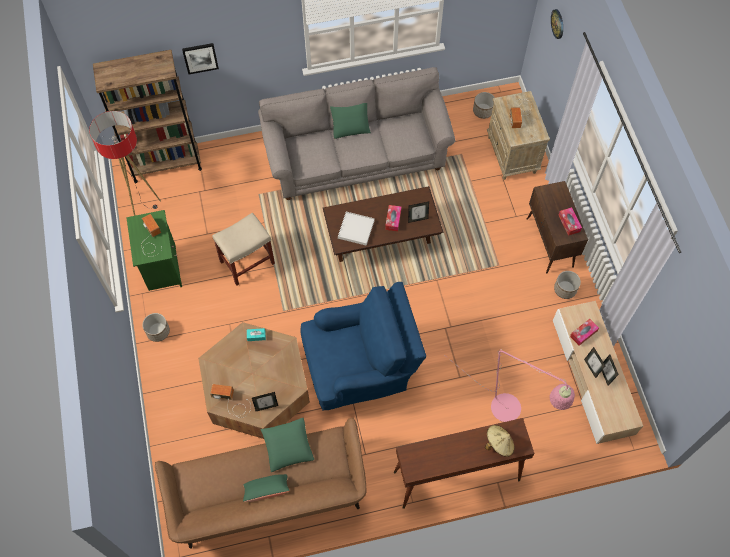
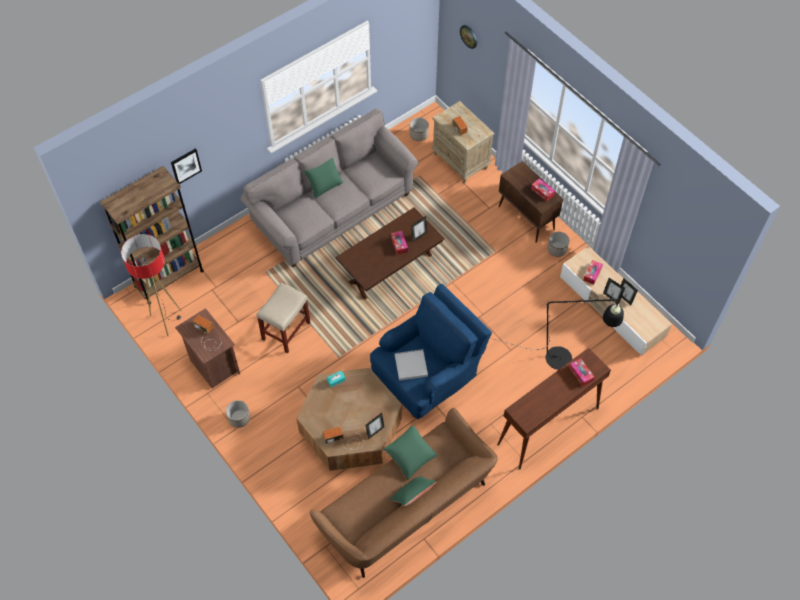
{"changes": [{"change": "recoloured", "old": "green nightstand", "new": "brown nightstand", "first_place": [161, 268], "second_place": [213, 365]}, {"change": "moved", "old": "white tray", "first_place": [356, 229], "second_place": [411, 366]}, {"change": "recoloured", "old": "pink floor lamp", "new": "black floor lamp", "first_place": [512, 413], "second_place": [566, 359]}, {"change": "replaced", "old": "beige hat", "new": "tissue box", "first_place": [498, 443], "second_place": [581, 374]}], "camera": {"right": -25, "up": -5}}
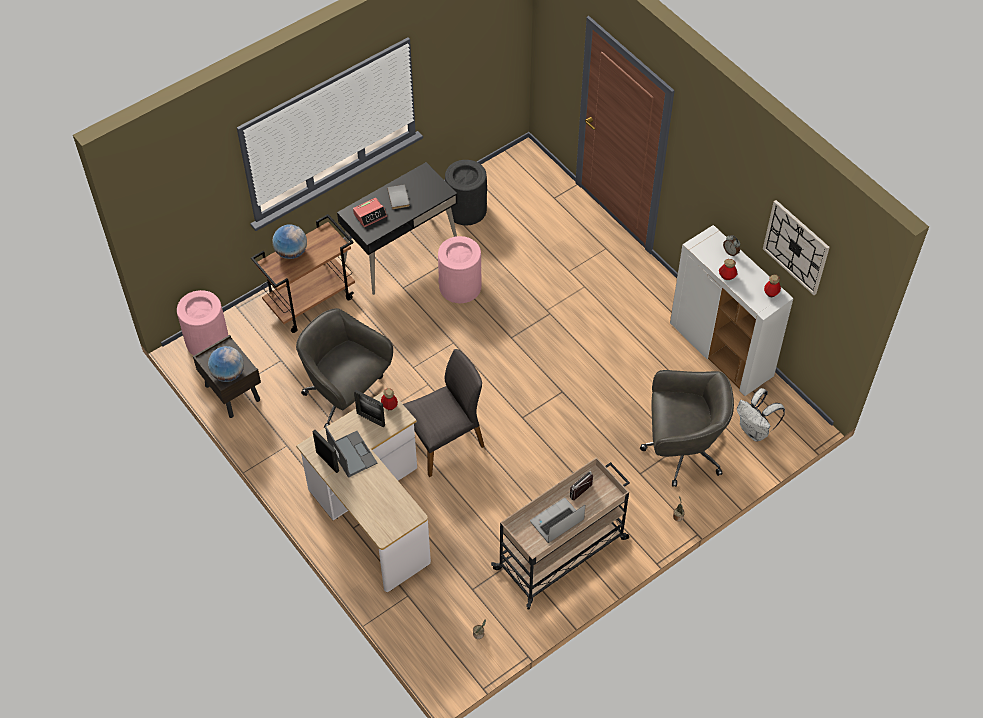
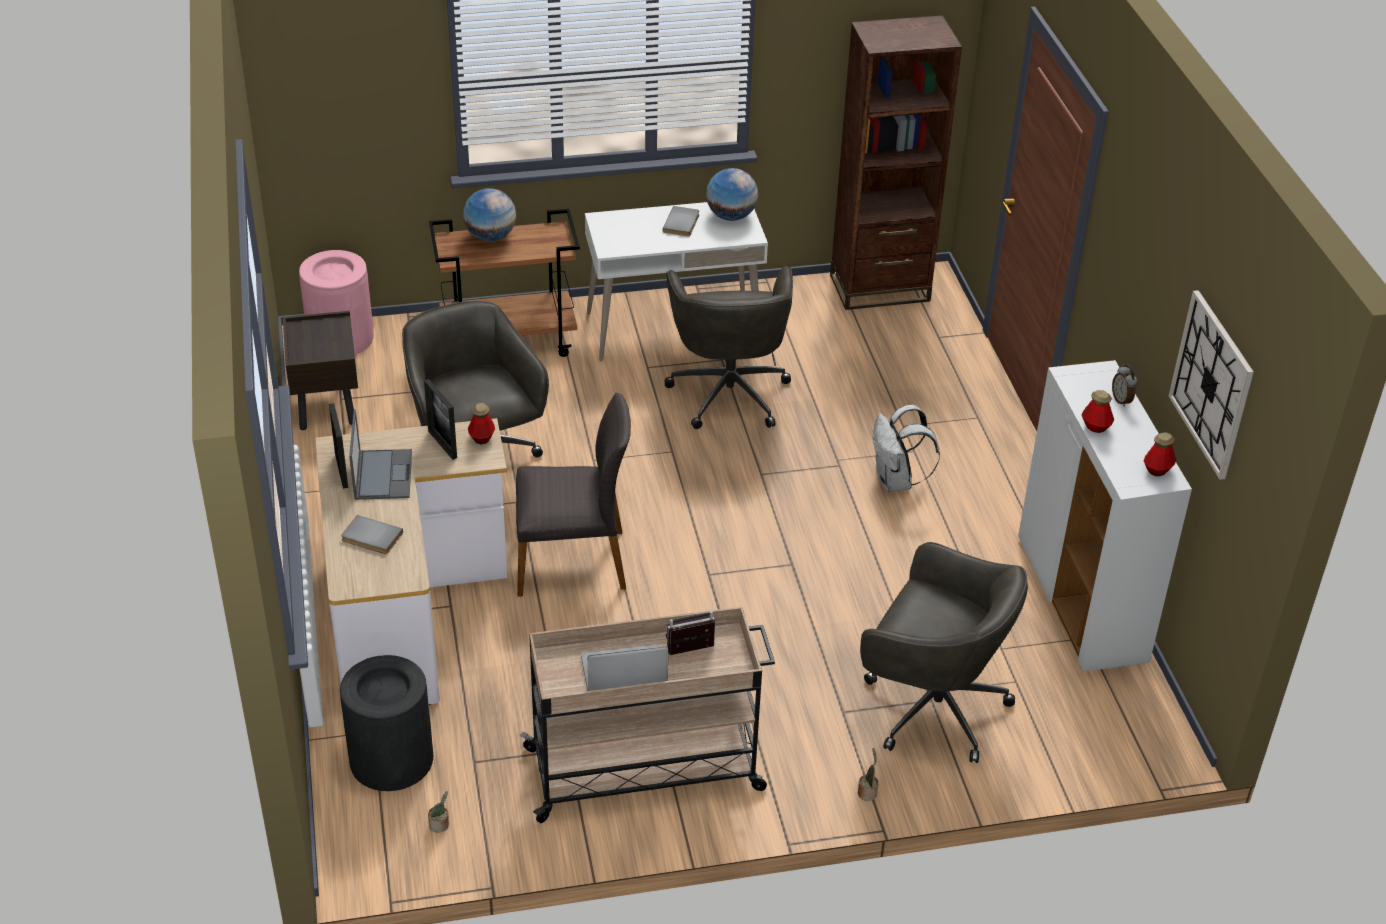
{"changes": [{"change": "moved", "old": "black trash can", "first_place": [466, 209], "second_place": [392, 759]}, {"change": "added", "new": "grey book", "second_place": [371, 538]}, {"change": "recoloured", "old": "black desk", "new": "white desk", "first_place": [401, 253], "second_place": [673, 328]}, {"change": "replaced", "old": "pink trash can", "new": "grey office chair", "first_place": [460, 286], "second_place": [729, 392]}, {"change": "moved", "old": "globe", "first_place": [228, 374], "second_place": [731, 216]}, {"change": "added", "new": "brown bookcase", "second_place": [880, 288]}, {"change": "moved", "old": "white backpack", "first_place": [755, 430], "second_place": [896, 481]}, {"change": "removed", "old": "alarm clock", "first_place": [370, 215]}], "camera": {"right": 25, "up": -15}}
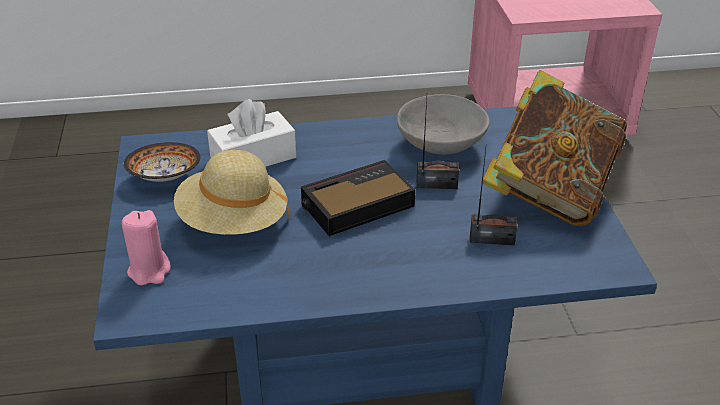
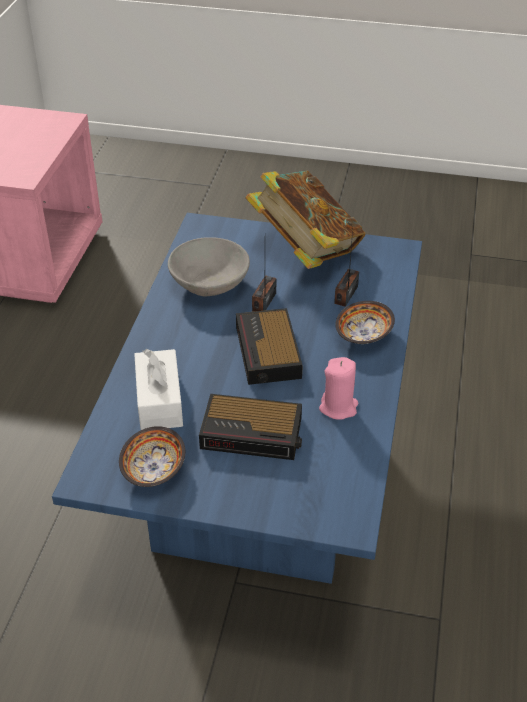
{"changes": [{"change": "replaced", "old": "beige hat", "new": "alarm clock", "first_place": [233, 222], "second_place": [254, 433]}, {"change": "moved", "old": "pink candle", "first_place": [149, 271], "second_place": [338, 407]}, {"change": "added", "new": "bowl", "second_place": [365, 335]}], "camera": {"right": -70, "up": 5}}
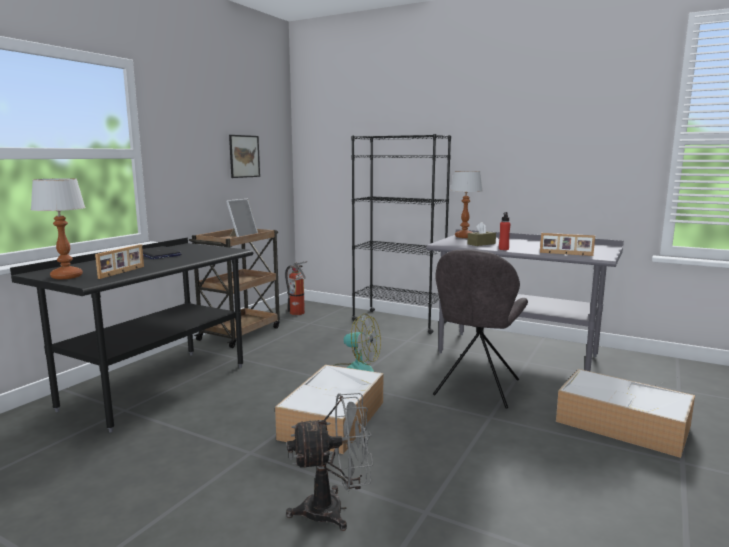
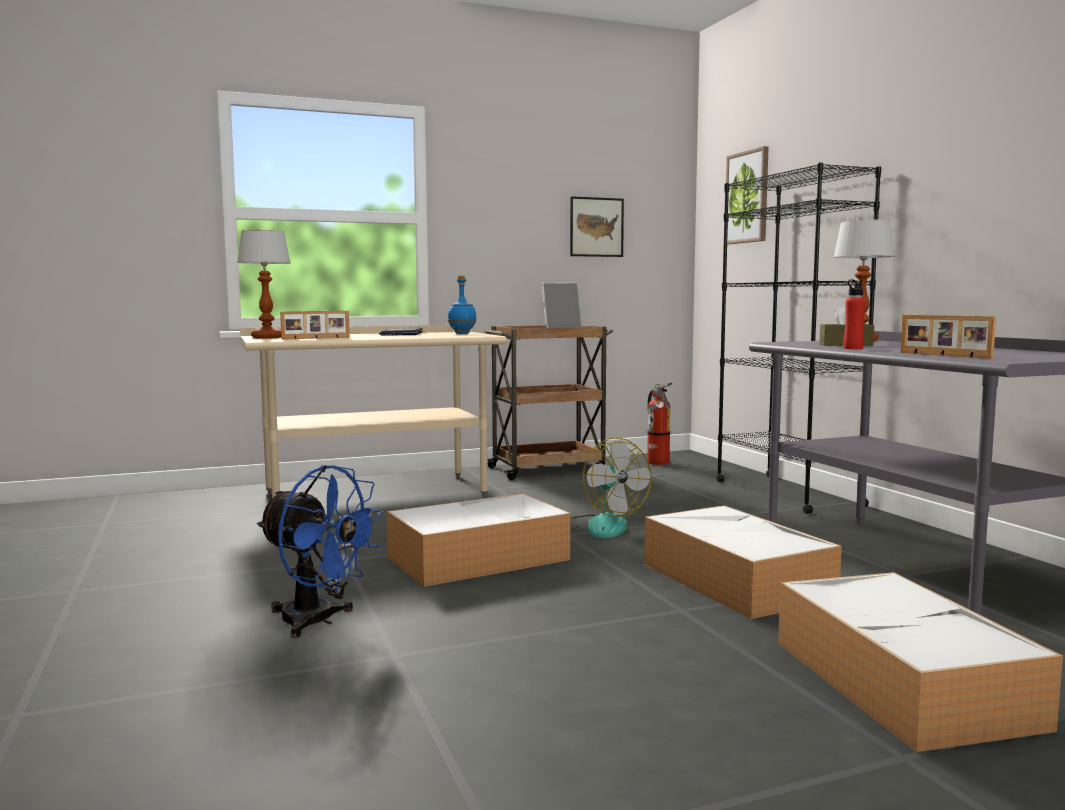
{"changes": [{"change": "recoloured", "old": "black desk", "new": "beige desk", "first_place": [157, 387], "second_place": [375, 494]}, {"change": "recoloured", "old": "grey fan", "new": "blue fan", "first_place": [334, 510], "second_place": [318, 621]}, {"change": "added", "new": "blue bottle", "second_place": [462, 333]}, {"change": "replaced", "old": "grey chair", "new": "storage box", "first_place": [476, 389], "second_place": [733, 580]}, {"change": "added", "new": "picture", "second_place": [747, 197]}], "camera": {"right": 40, "up": -5}}
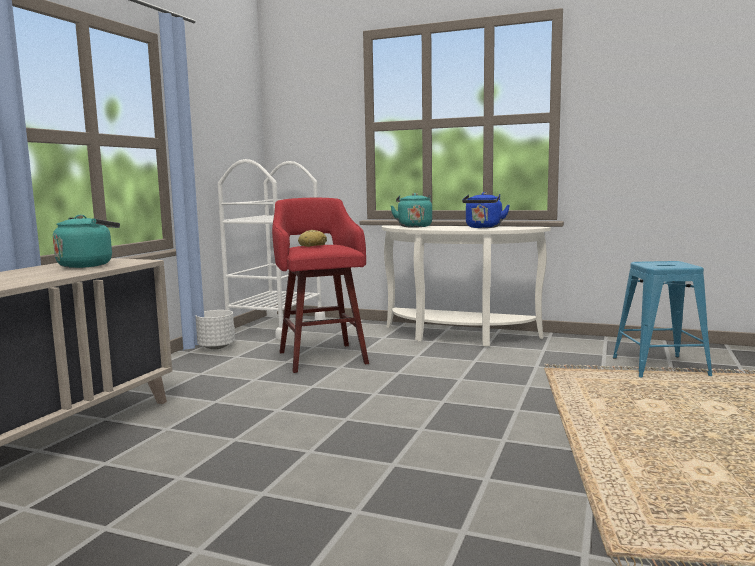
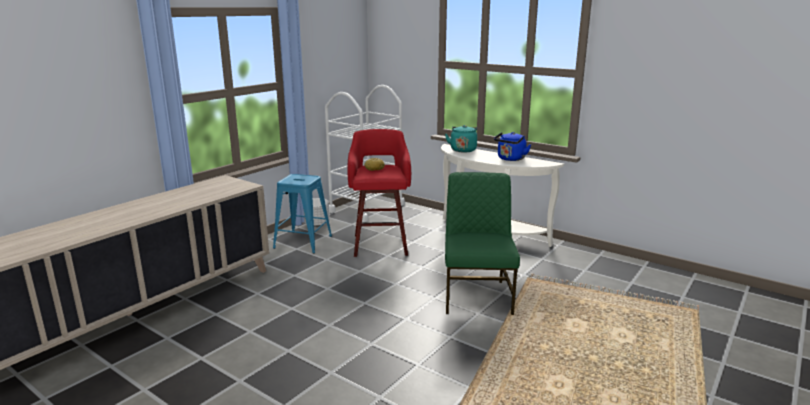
{"changes": [{"change": "moved", "old": "blue stool", "first_place": [659, 367], "second_place": [302, 242]}, {"change": "added", "new": "green chair", "second_place": [477, 296]}, {"change": "removed", "old": "turquoise kettle", "first_place": [88, 265]}], "camera": {"right": 15, "up": 10}}
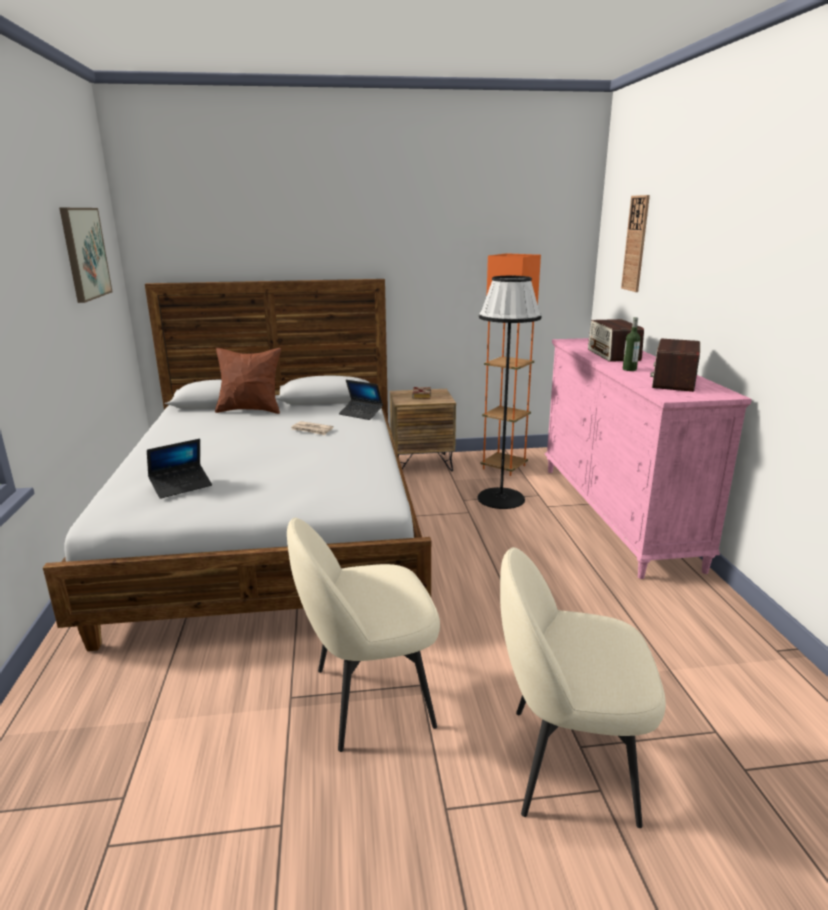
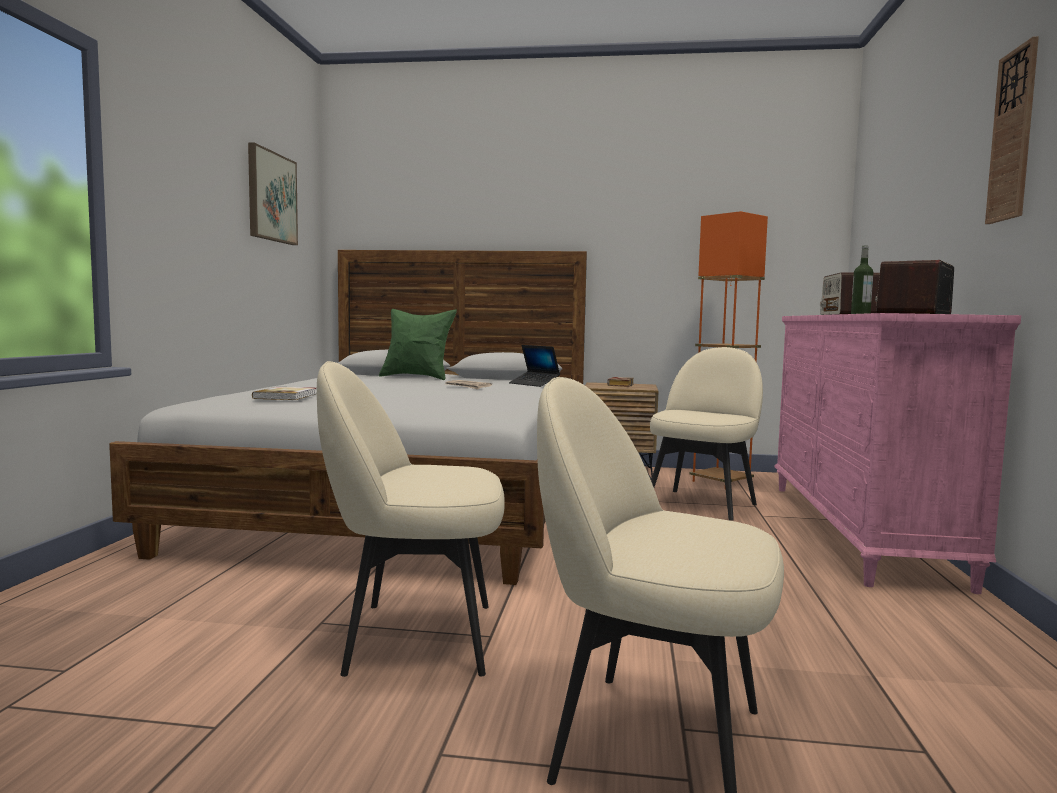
{"changes": [{"change": "replaced", "old": "laptop", "new": "book", "first_place": [181, 486], "second_place": [286, 396]}, {"change": "recoloured", "old": "brown pillow", "new": "green pillow", "first_place": [250, 410], "second_place": [417, 377]}, {"change": "replaced", "old": "black floor lamp", "new": "beige chair", "first_place": [501, 498], "second_place": [702, 504]}, {"change": "moved", "old": "wall clock", "first_place": [636, 244], "second_place": [1013, 135]}], "camera": {"right": 15, "up": -15}}
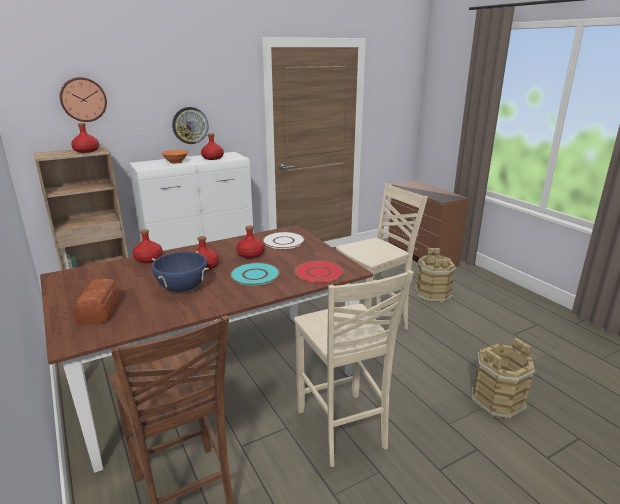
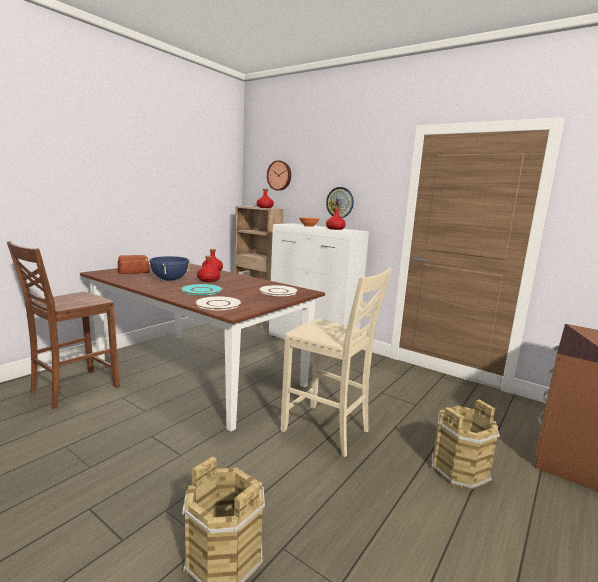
{"changes": [{"change": "recoloured", "old": "red plate", "new": "white plate", "first_place": [319, 273], "second_place": [218, 304]}, {"change": "removed", "old": "red bottle", "first_place": [250, 255]}, {"change": "removed", "old": "beige chair", "first_place": [342, 430]}], "camera": {"right": 65, "up": -10}}
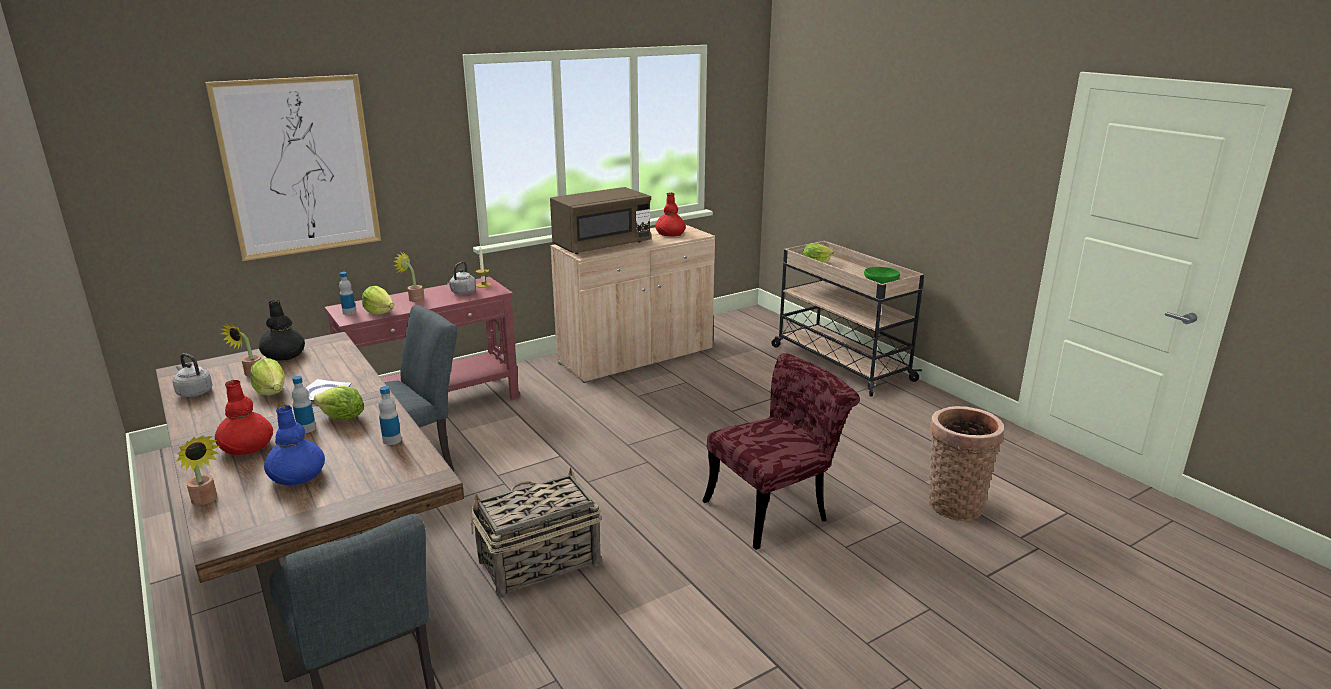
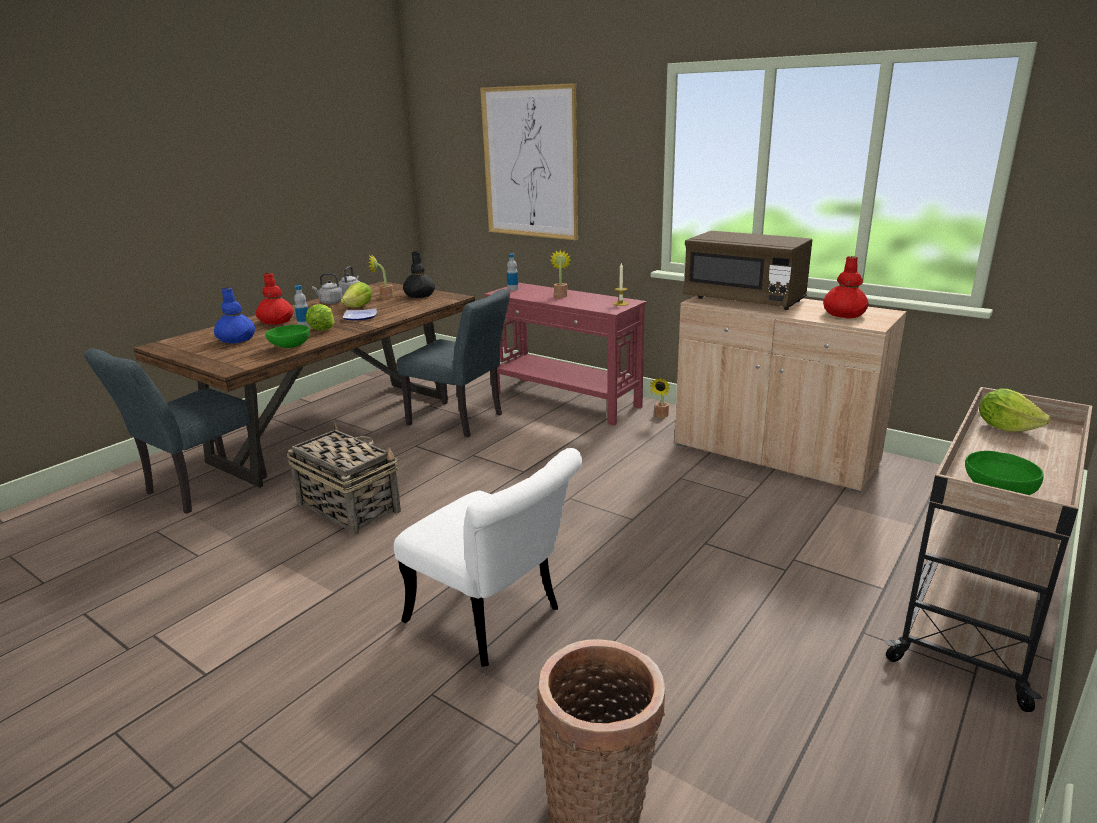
{"changes": [{"change": "replaced", "old": "bottle", "new": "green bowl", "first_place": [392, 440], "second_place": [290, 347]}, {"change": "moved", "old": "grey kettle", "first_place": [462, 293], "second_place": [330, 302]}, {"change": "recoloured", "old": "red chair", "new": "white chair", "first_place": [776, 508], "second_place": [495, 620]}, {"change": "moved", "old": "potted plant", "first_place": [206, 500], "second_place": [661, 416]}, {"change": "removed", "old": "lettuce", "first_place": [379, 312]}], "camera": {"right": 70, "up": 0}}
